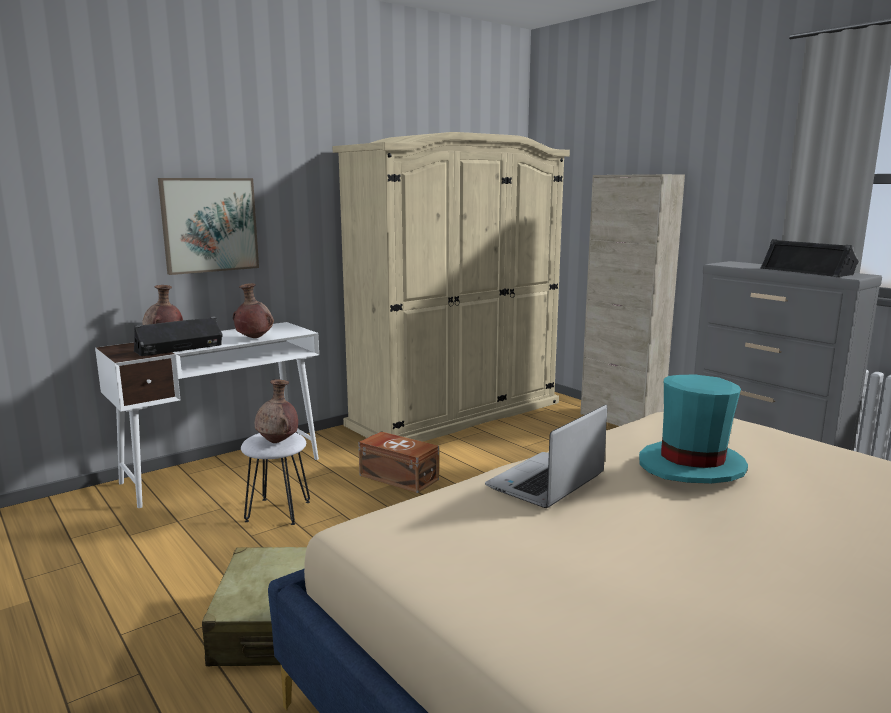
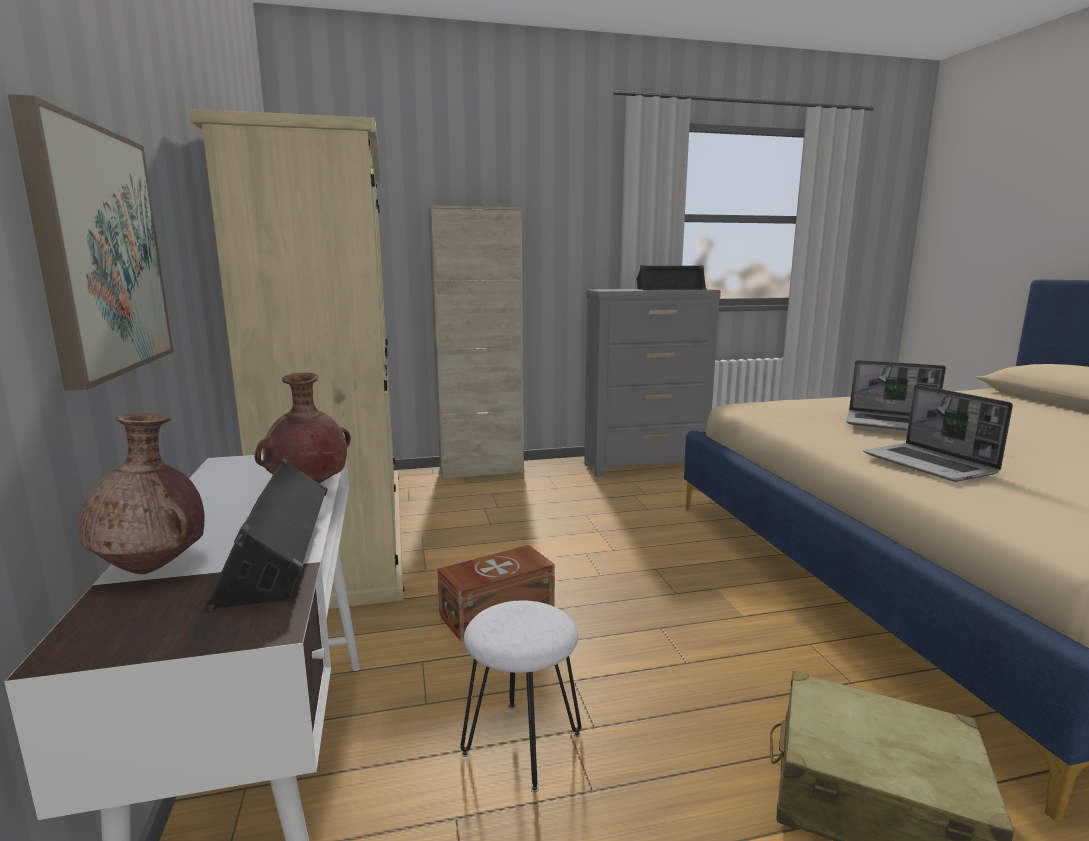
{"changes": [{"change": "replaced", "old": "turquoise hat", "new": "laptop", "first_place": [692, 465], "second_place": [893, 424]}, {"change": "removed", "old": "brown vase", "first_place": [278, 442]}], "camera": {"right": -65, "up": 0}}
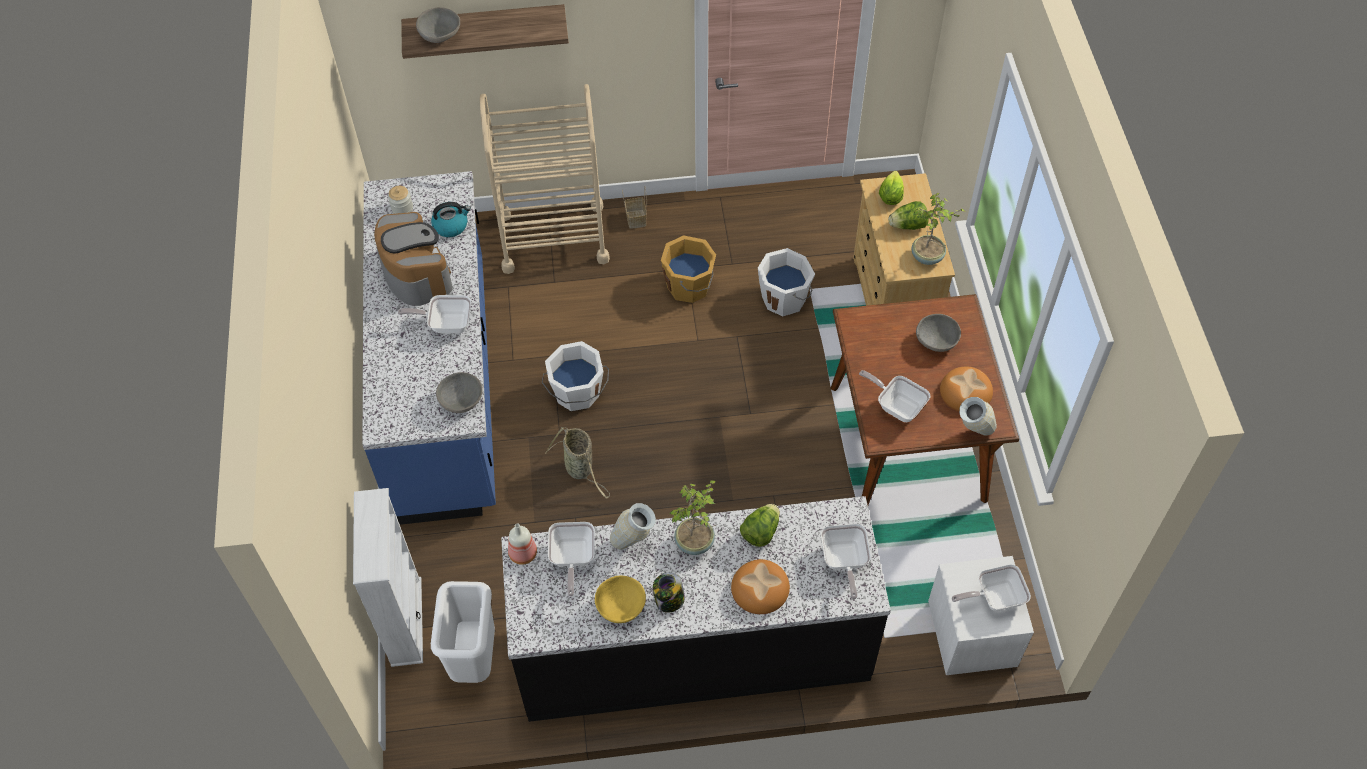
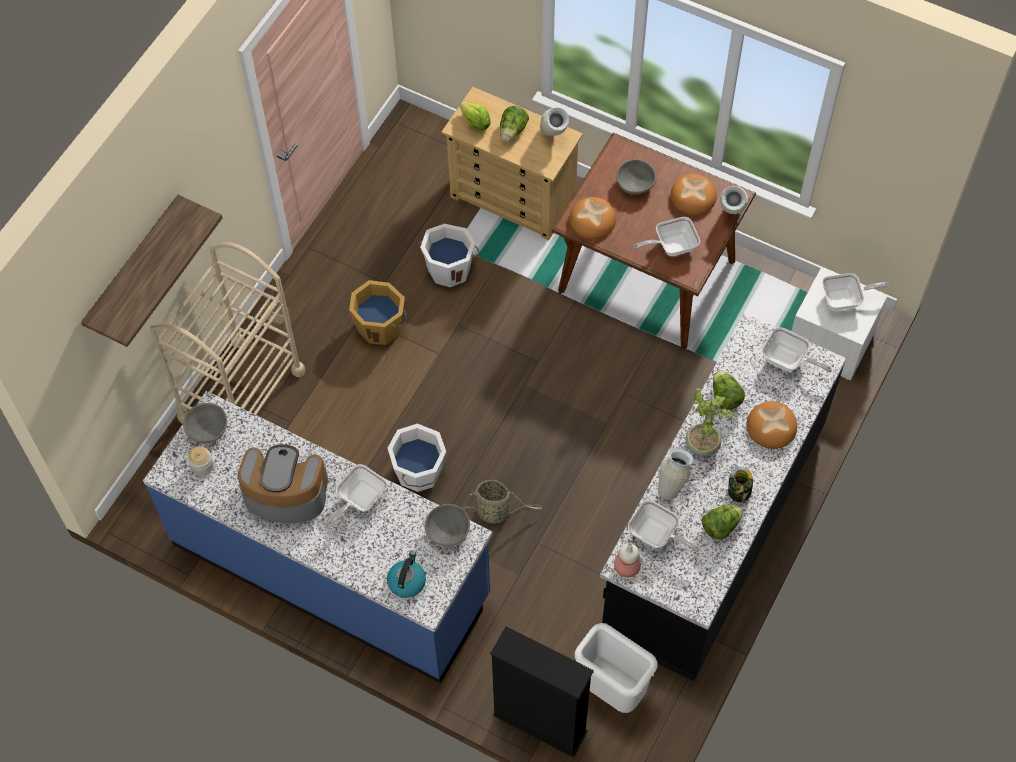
{"changes": [{"change": "moved", "old": "grey bowl", "first_place": [439, 35], "second_place": [207, 430]}, {"change": "moved", "old": "kettle", "first_place": [451, 226], "second_place": [407, 581]}, {"change": "recoloured", "old": "white bookcase", "new": "black bookcase", "first_place": [406, 621], "second_place": [539, 724]}, {"change": "replaced", "old": "potted plant", "new": "vase", "first_place": [927, 257], "second_place": [553, 139]}, {"change": "added", "new": "bread", "second_place": [592, 220]}, {"change": "replaced", "old": "yellow bowl", "new": "lettuce", "first_place": [620, 606], "second_place": [720, 526]}, {"change": "turned", "old": "frying pan", "first_place": [994, 597], "second_place": [845, 300], "degrees": -120}], "camera": {"right": -55, "up": 5}}
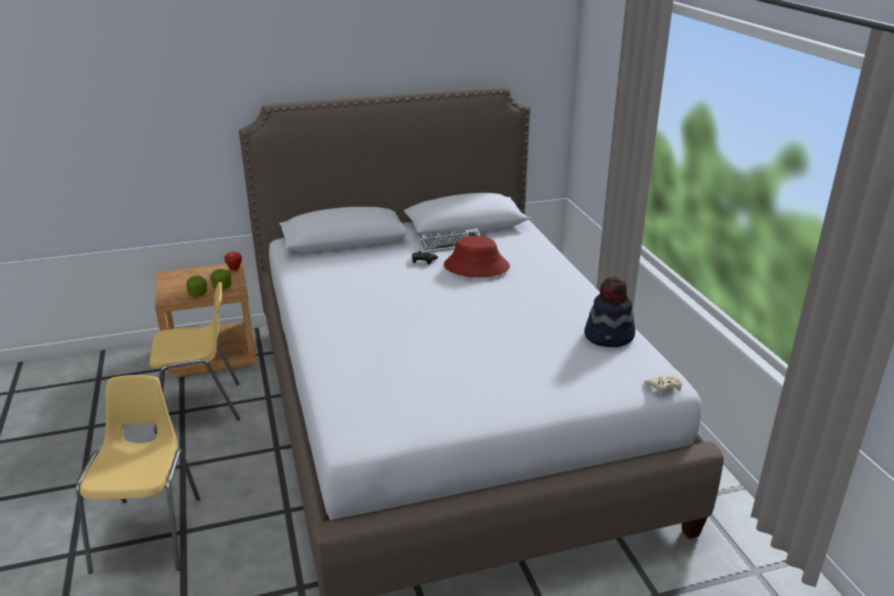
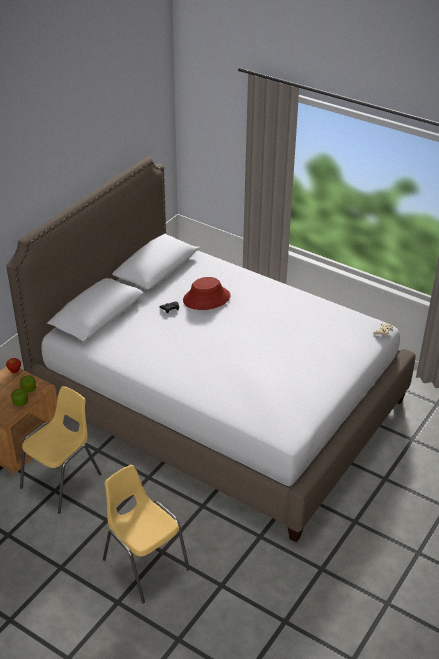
{"changes": [{"change": "removed", "old": "keyboard", "first_place": [450, 244]}, {"change": "removed", "old": "hat", "first_place": [609, 336]}], "camera": {"right": -40, "up": 10}}
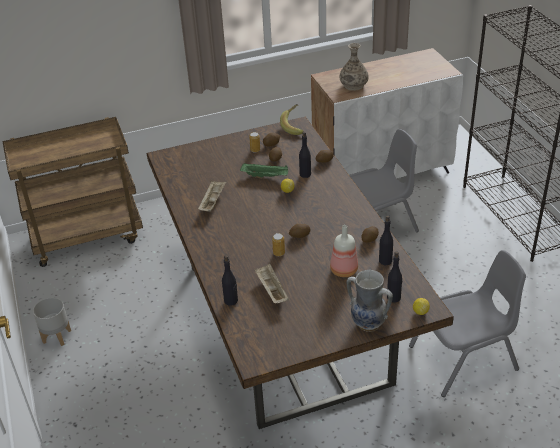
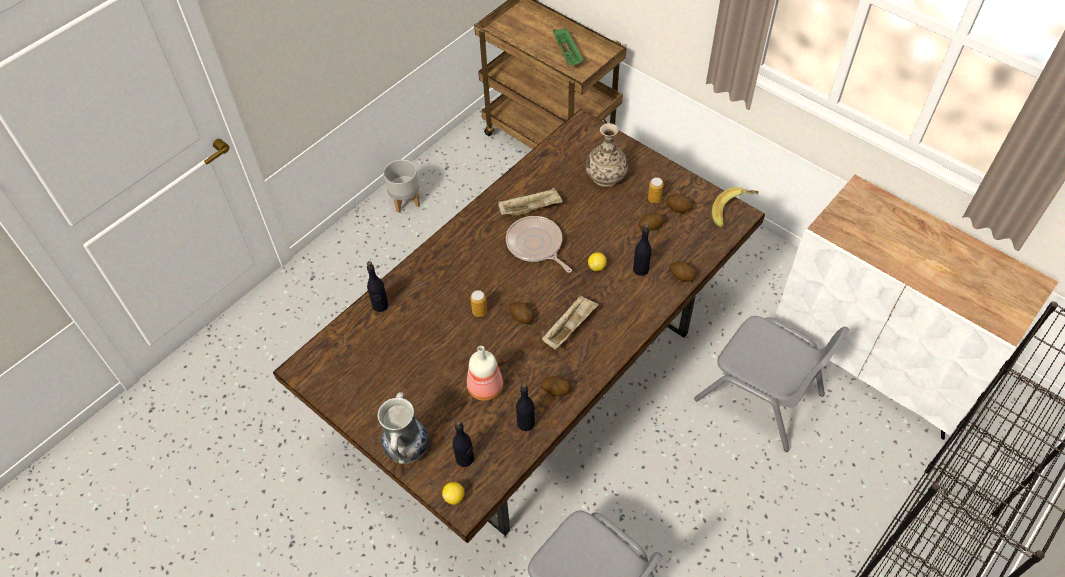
{"changes": [{"change": "added", "new": "frying pan", "second_place": [536, 245]}, {"change": "moved", "old": "beige tray", "first_place": [271, 290], "second_place": [569, 328]}, {"change": "moved", "old": "green tray", "first_place": [265, 176], "second_place": [568, 54]}, {"change": "moved", "old": "vase", "first_place": [353, 85], "second_place": [605, 175]}], "camera": {"right": 60, "up": 15}}
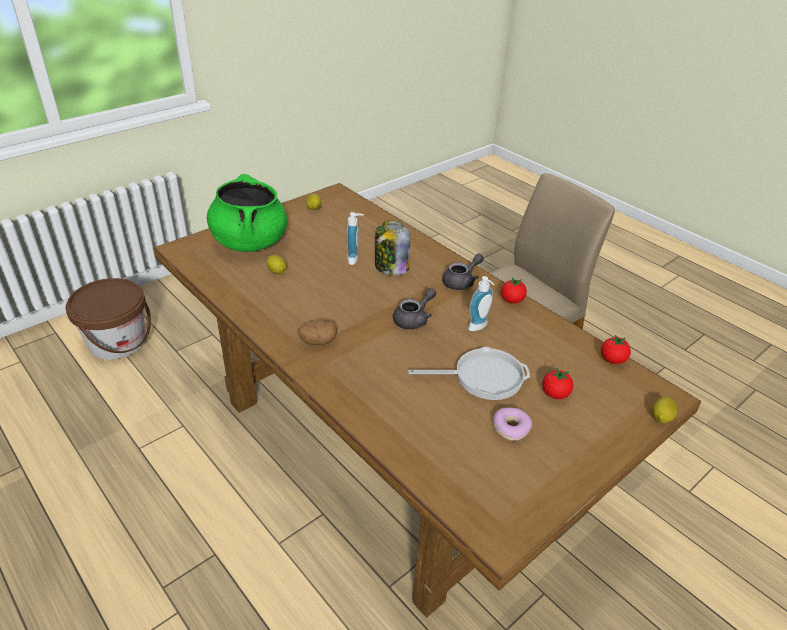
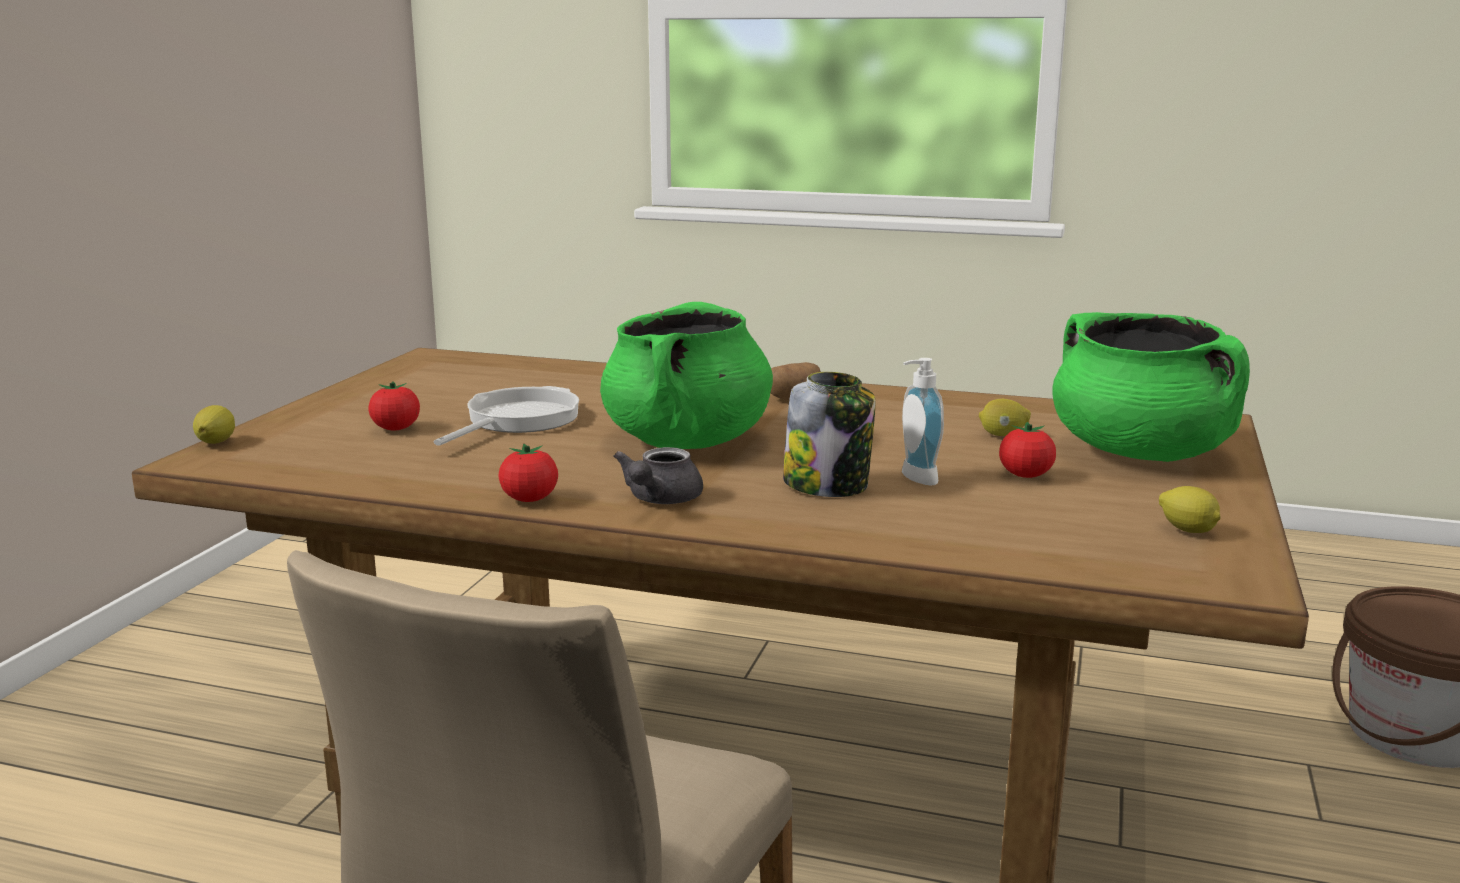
{"changes": [{"change": "turned", "old": "frying pan", "first_place": [483, 377], "second_place": [518, 420], "degrees": 150}, {"change": "replaced", "old": "grey teapot", "new": "green cooking pot", "first_place": [414, 319], "second_place": [687, 441]}, {"change": "moved", "old": "tomato", "first_place": [612, 360], "second_place": [1025, 476]}, {"change": "removed", "old": "soap dispenser", "first_place": [479, 327]}, {"change": "removed", "old": "donut", "first_place": [510, 428]}], "camera": {"right": 150, "up": -20}}
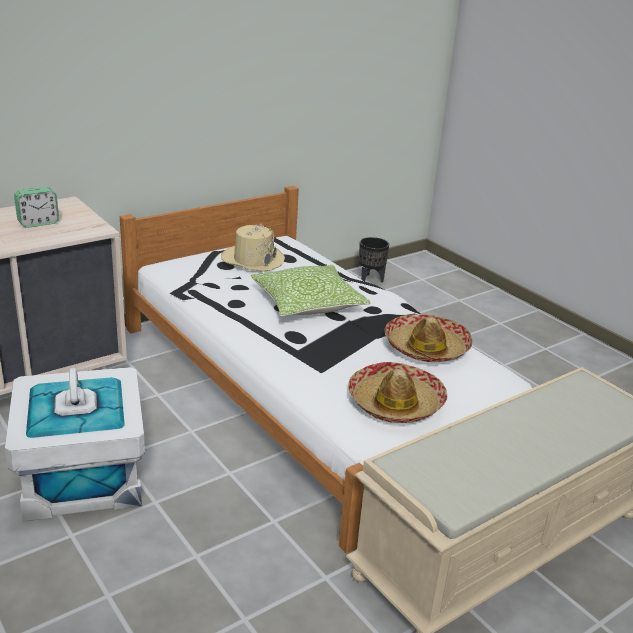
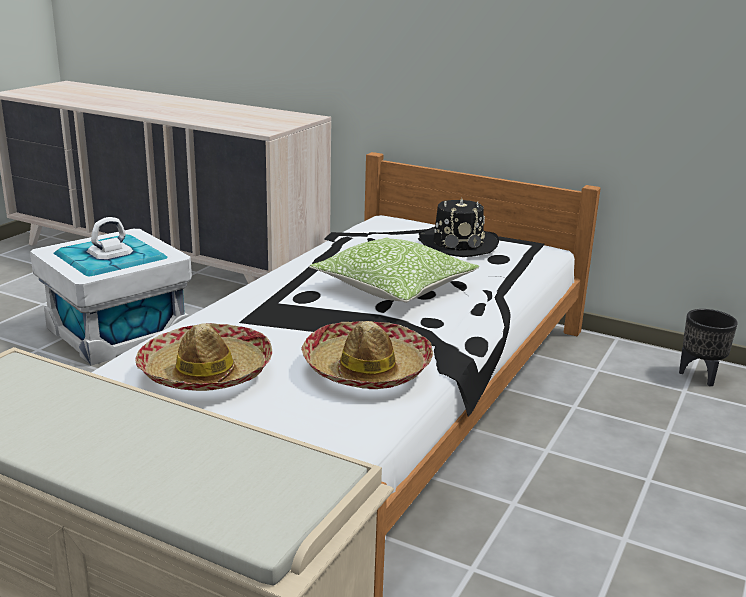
{"changes": [{"change": "recoloured", "old": "beige hat", "new": "black hat", "first_place": [253, 260], "second_place": [458, 243]}, {"change": "removed", "old": "alarm clock", "first_place": [38, 223]}], "camera": {"right": 65, "up": -5}}
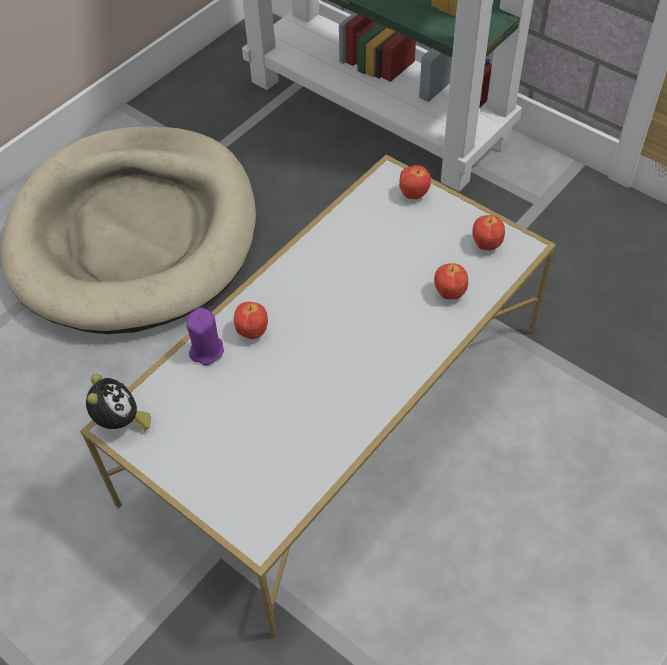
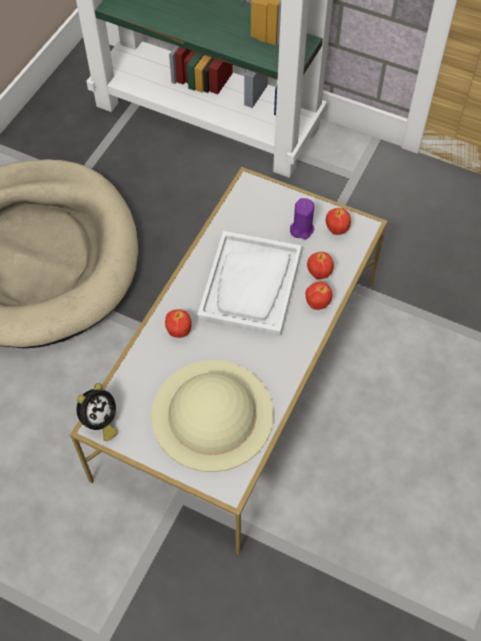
{"changes": [{"change": "turned", "old": "alarm clock", "first_place": [121, 422], "second_place": [99, 422], "degrees": 60}, {"change": "added", "new": "beige hat", "second_place": [212, 414]}, {"change": "added", "new": "white tray", "second_place": [251, 285]}, {"change": "moved", "old": "purple candle", "first_place": [207, 350], "second_place": [301, 229]}, {"change": "moved", "old": "apple", "first_place": [414, 194], "second_place": [317, 303]}], "camera": {"right": -15, "up": 5}}
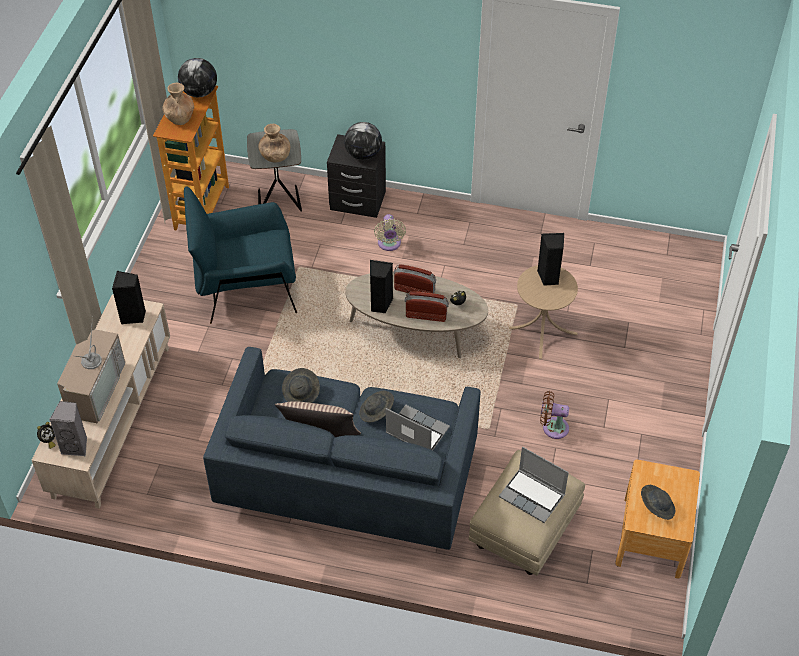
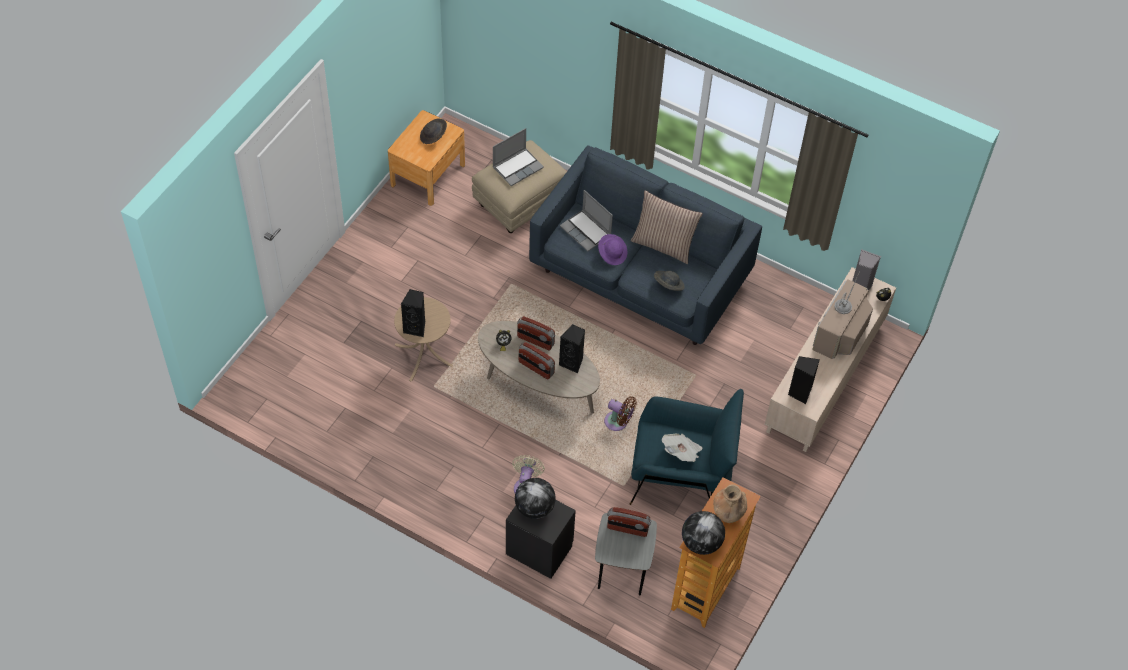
{"changes": [{"change": "turned", "old": "laptop", "first_place": [533, 496], "second_place": [518, 167], "degrees": 90}, {"change": "recoloured", "old": "grey hat", "new": "purple hat", "first_place": [376, 412], "second_place": [612, 254]}, {"change": "moved", "old": "brown fan", "first_place": [552, 427], "second_place": [618, 422]}, {"change": "replaced", "old": "brown vase", "new": "radio", "first_place": [275, 156], "second_place": [627, 528]}, {"change": "added", "new": "newspaper", "second_place": [681, 452]}], "camera": {"right": -165, "up": 5}}
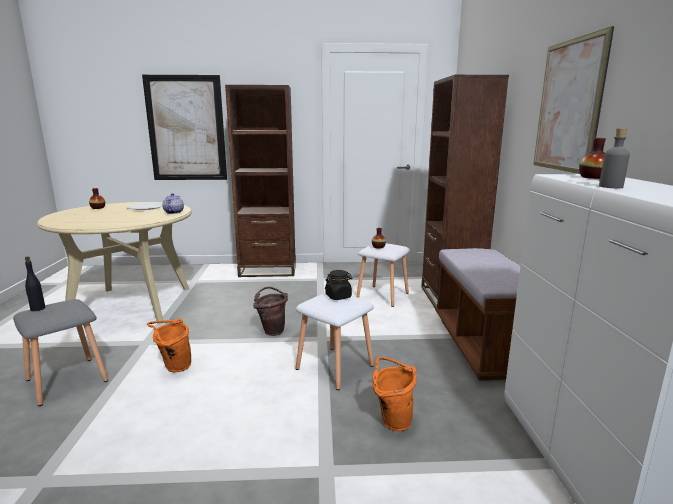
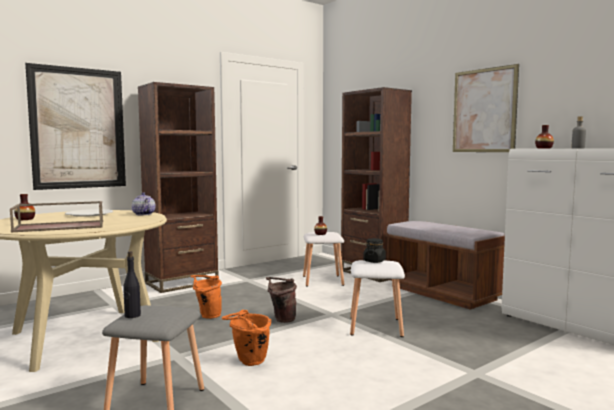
{"changes": [{"change": "added", "new": "brown tray", "second_place": [61, 226]}, {"change": "moved", "old": "orange bucket", "first_place": [392, 420], "second_place": [207, 316]}], "camera": {"right": -35, "up": -10}}
